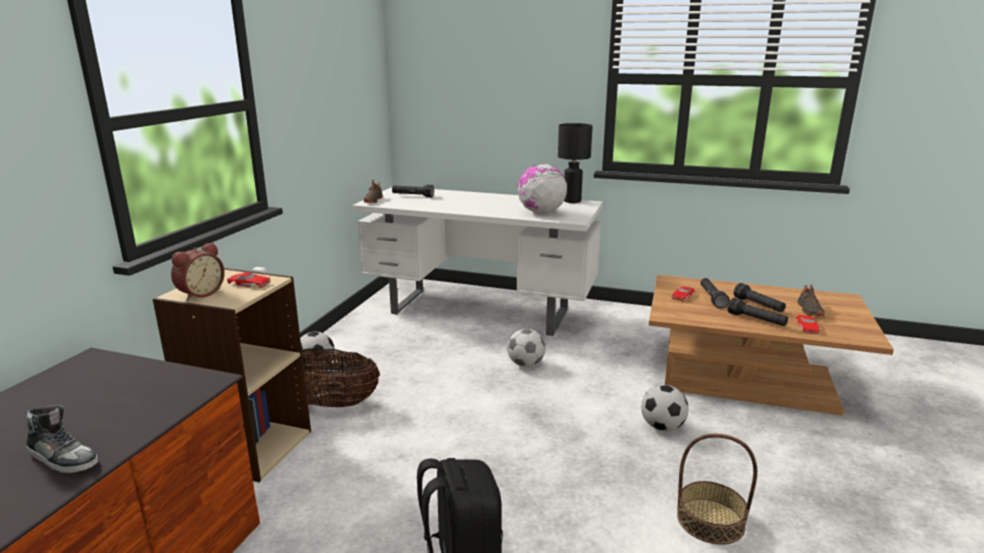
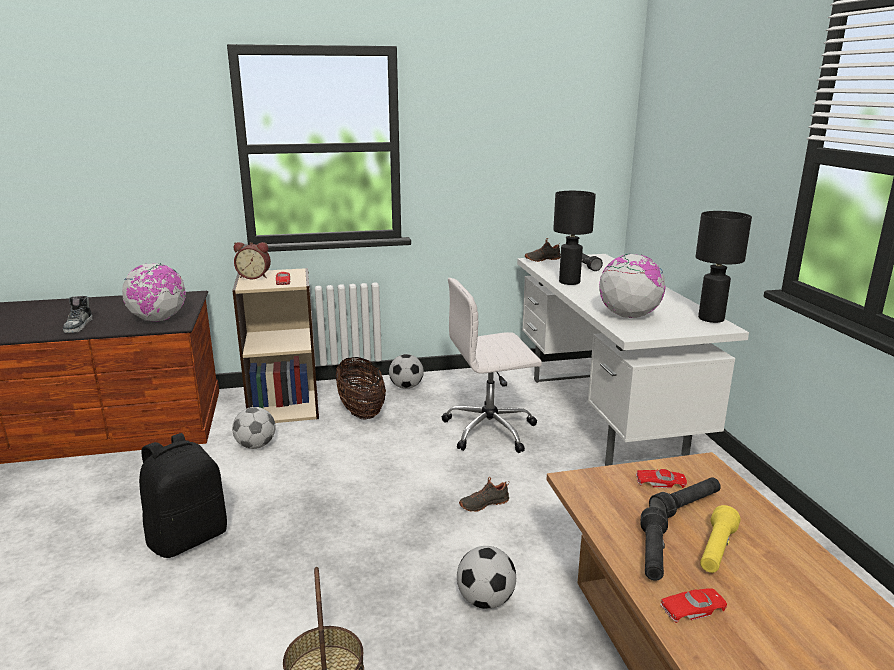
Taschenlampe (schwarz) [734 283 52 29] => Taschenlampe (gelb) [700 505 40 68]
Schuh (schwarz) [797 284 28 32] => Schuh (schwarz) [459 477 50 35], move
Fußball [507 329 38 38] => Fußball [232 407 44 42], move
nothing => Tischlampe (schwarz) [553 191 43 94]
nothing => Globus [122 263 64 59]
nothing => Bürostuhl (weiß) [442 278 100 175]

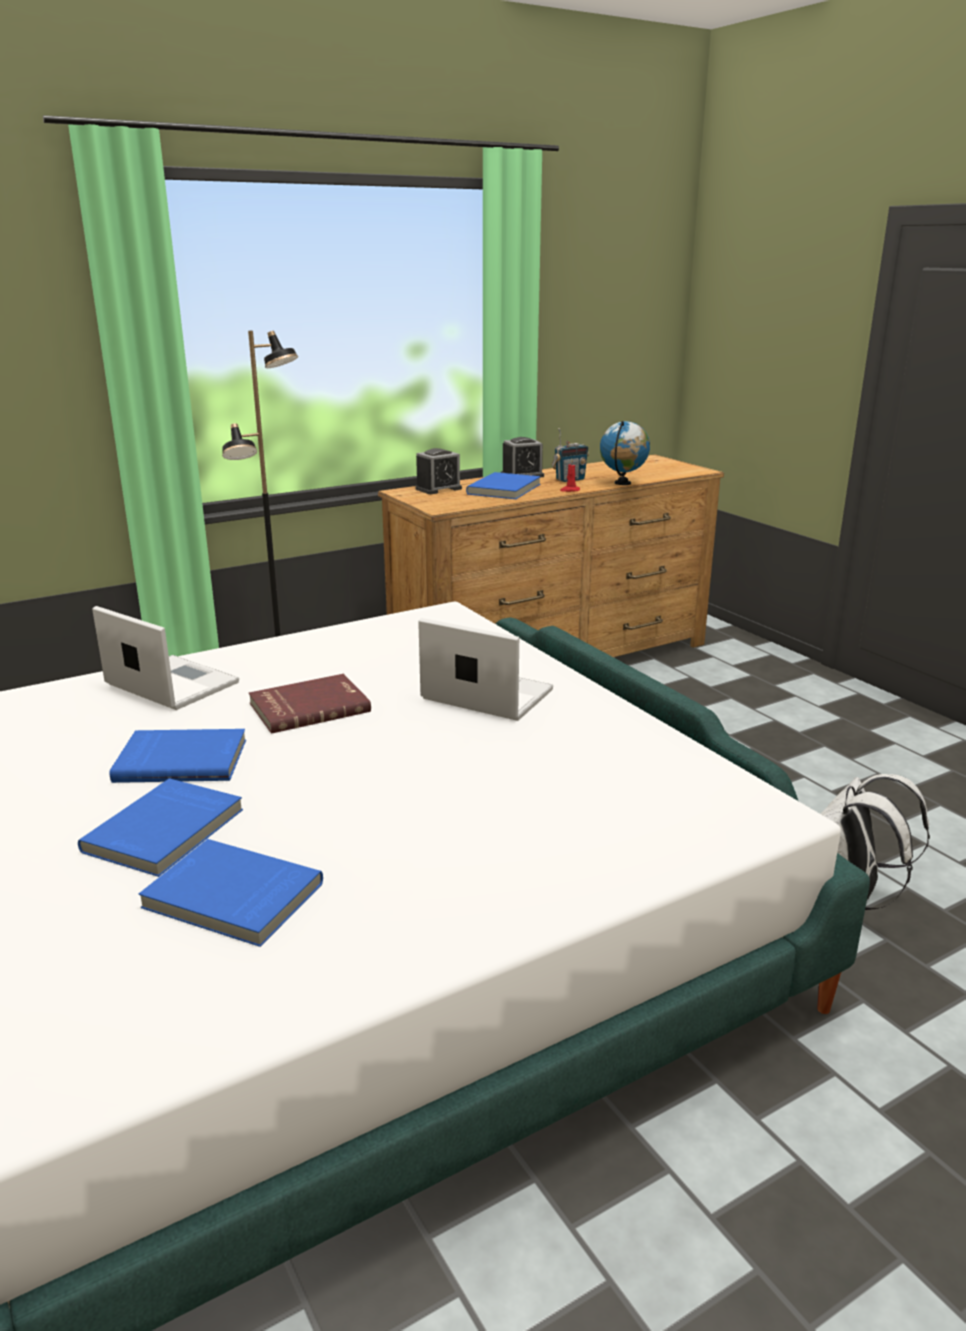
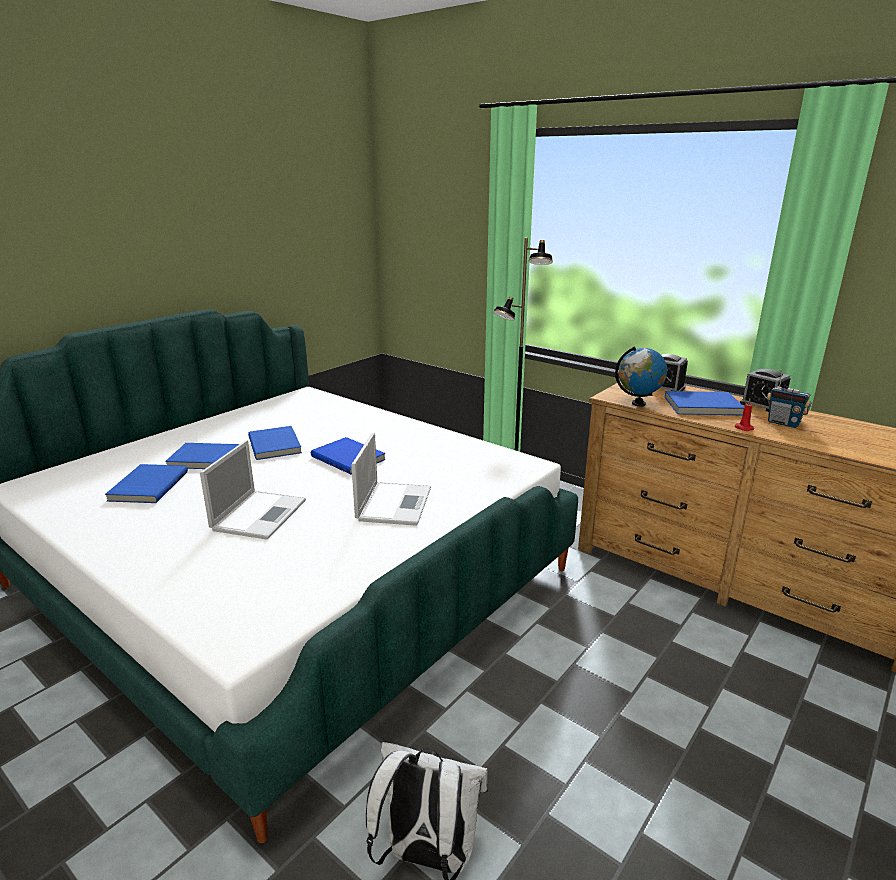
Globus [600 421 50 64] => Globus [615 346 52 61], move
Laptop [92 606 147 104] => Laptop [200 440 106 100], move
Buch (rot) [249 674 122 60] => Buch (blau) [311 437 75 38]

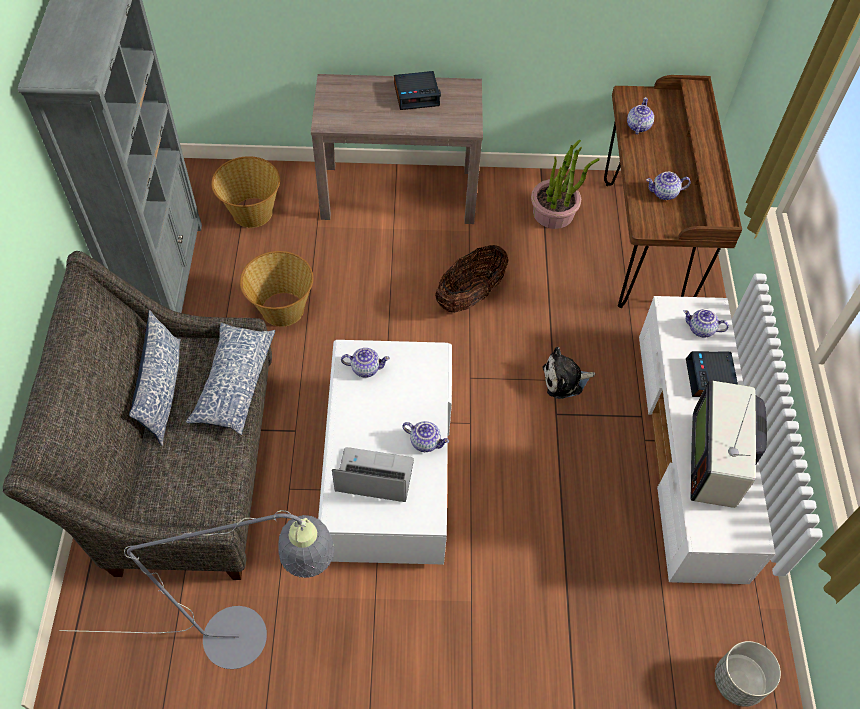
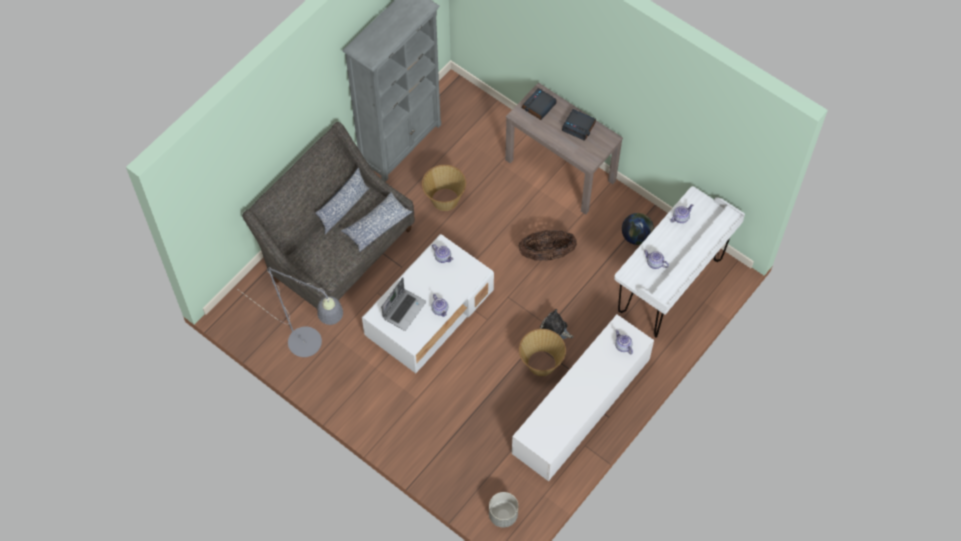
Schreibtisch (braun) [604 75 138 233] => Schreibtisch (weiß) [614 186 131 152]
Topfpflanze [531 140 69 89] => Globus [622 213 32 32]
Korb [211 156 69 72] => Korb [519 329 47 47], move
Wecker [686 351 52 46] => Wecker [522 88 35 32], move
Fernseher [691 381 76 127] => nothing
Laptop [332 447 82 55] => Laptop [381 277 45 54], 75 degrees clockwise

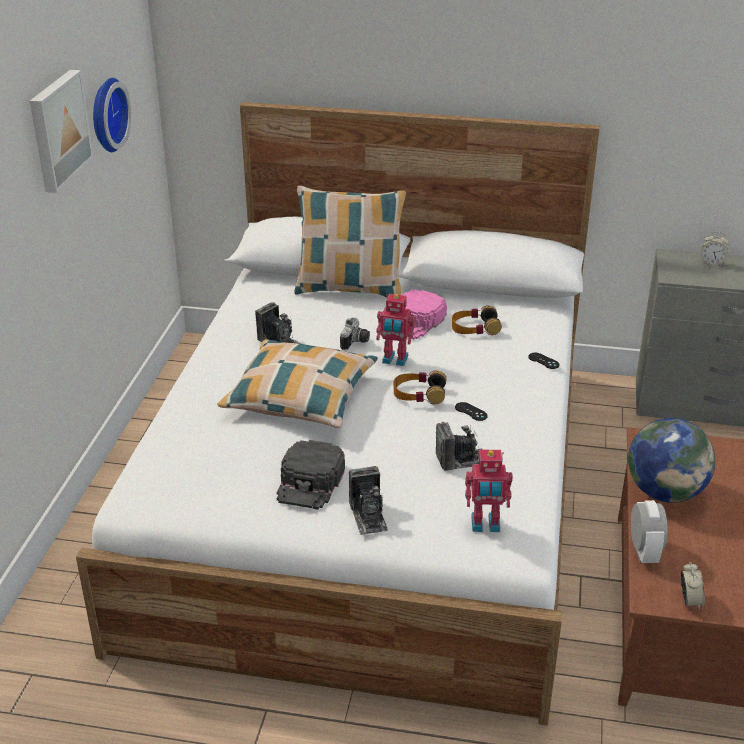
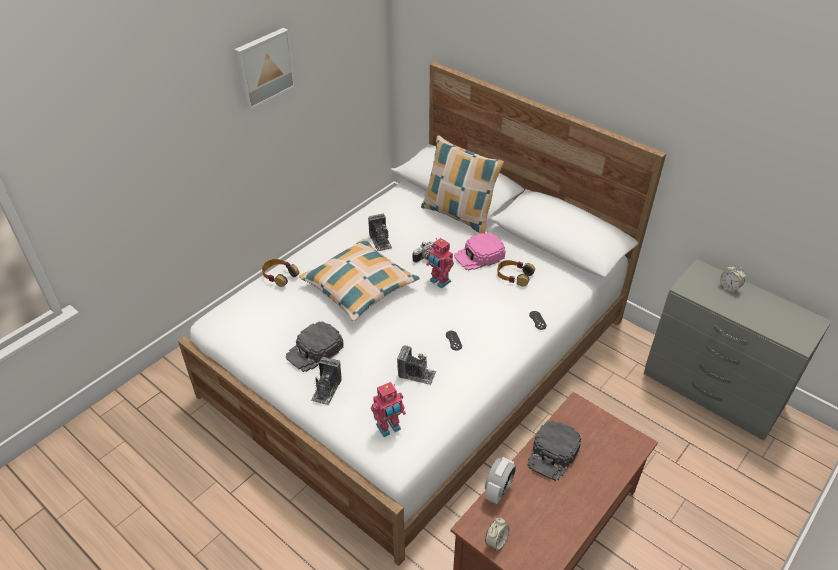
Wanduhr [93 78 38 74] => nothing
Kopfhörer [393 371 54 33] => Kopfhörer [262 259 37 28], move
Globus [628 418 87 85] => Kappe (schwarz) [527 421 54 60]
Spielzeugroboter [465 449 48 83] => Spielzeugroboter [371 382 35 55], 60 degrees counterclockwise

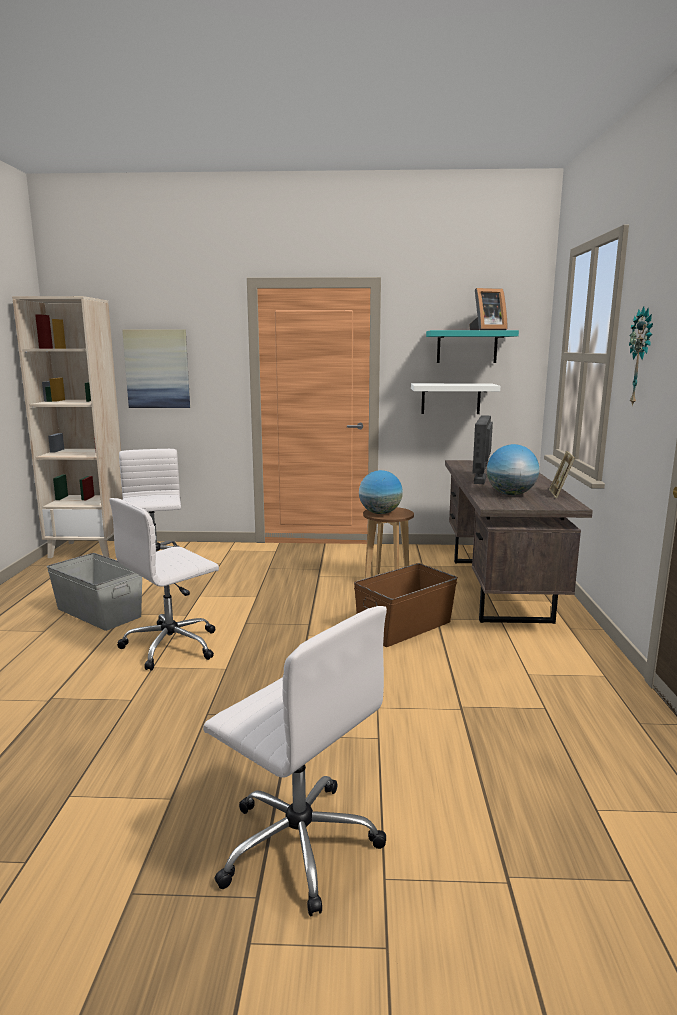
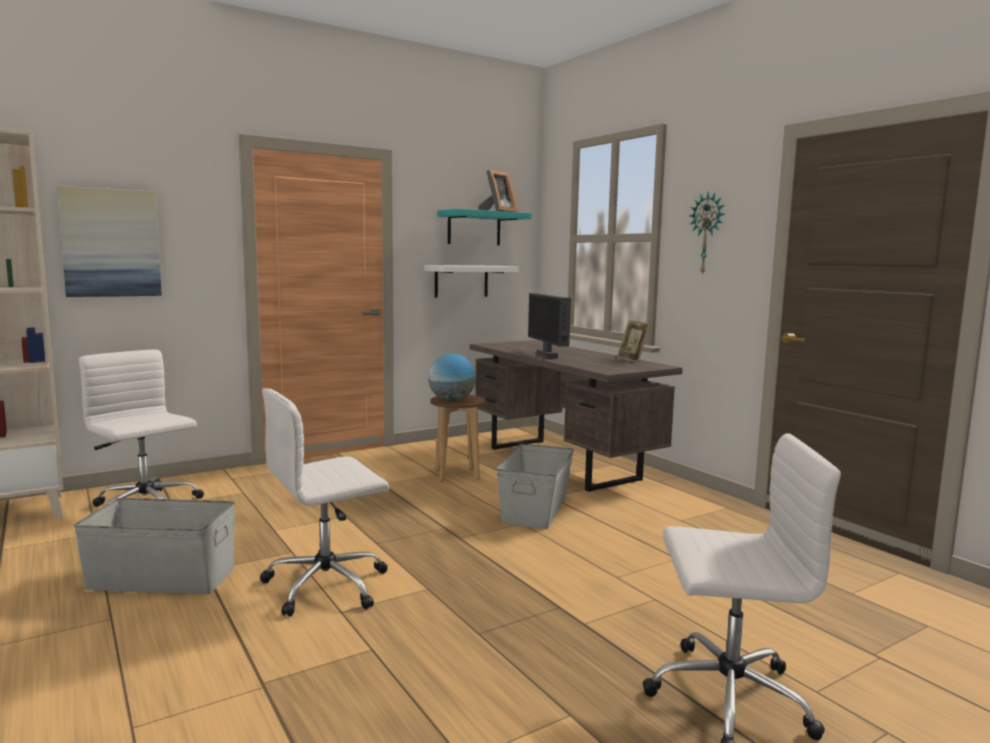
Globus [487 444 52 51] => nothing
Bürostuhl (weiß) [109 498 110 173] => Bürostuhl (weiß) [260 388 129 229], 45 degrees clockwise
Aufbewahrungsbox (braun) [354 563 104 84] => Aufbewahrungsbox (grau) [496 444 78 85]

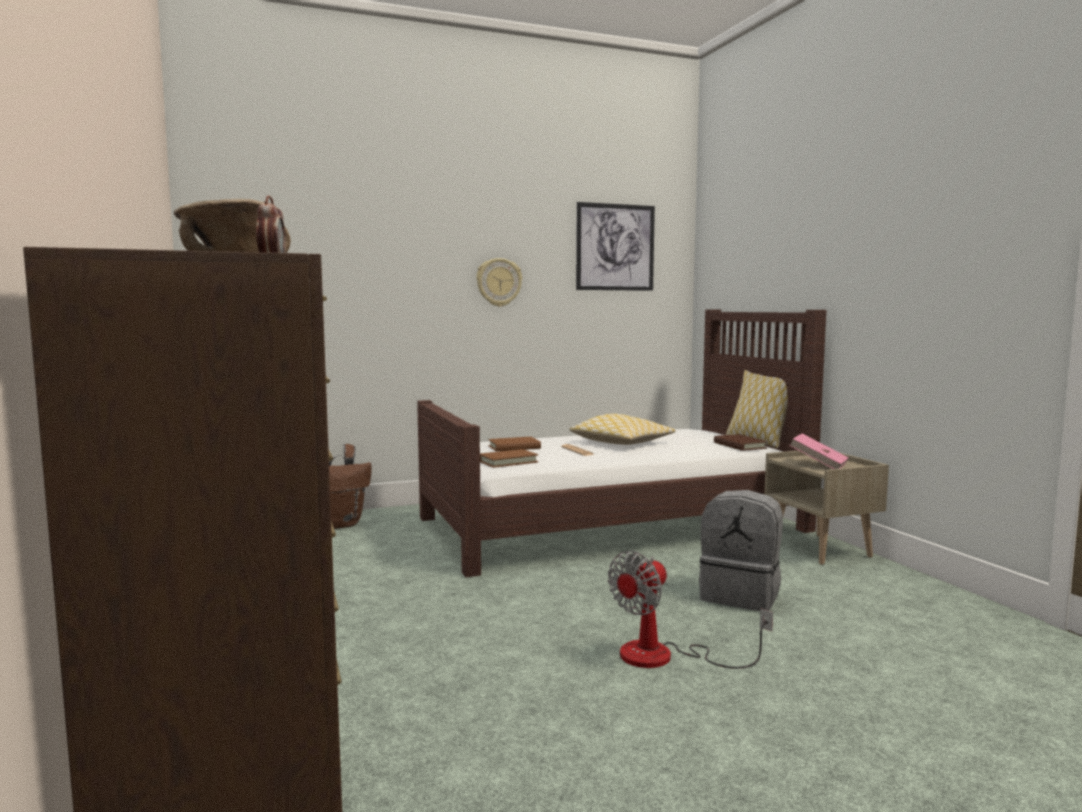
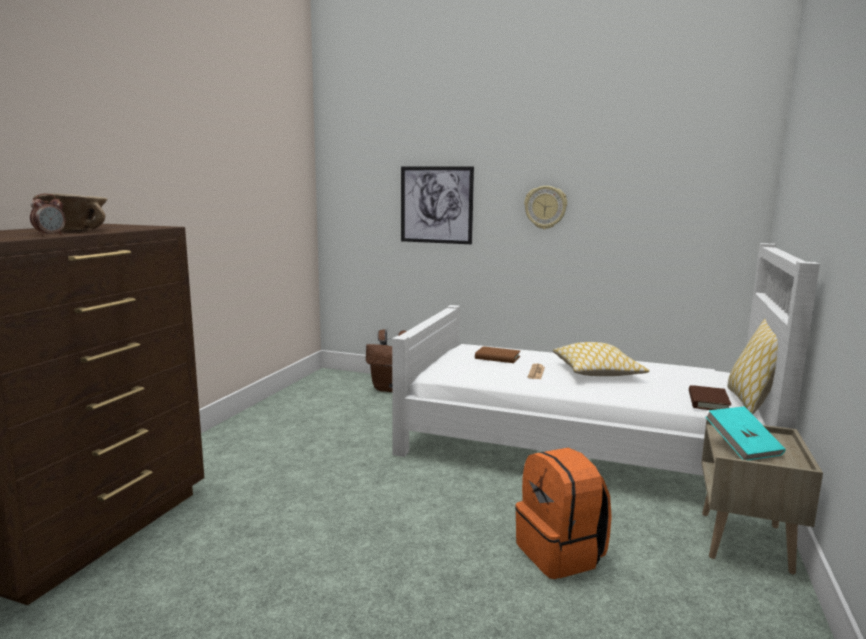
Bild [576 202 79 89] => Bild [401 166 73 78], move
Bett (braun) [417 309 409 268] => Bett (weiß) [392 243 428 233]
Buch (rosa) [789 434 60 35] => Buch (türkis) [706 406 80 54]
Buch (braun) [480 449 58 19] => nothing
Rucksack (grau) [699 490 84 121] => Rucksack (orange) [515 448 97 131]
Ventilator [608 551 165 118] => nothing

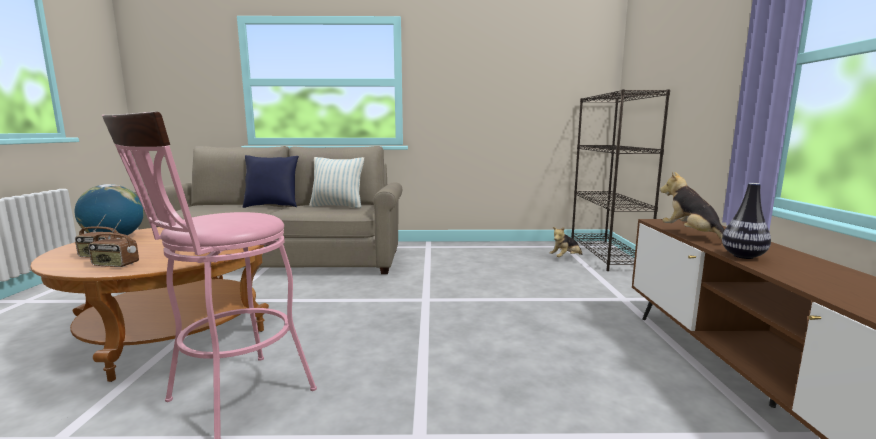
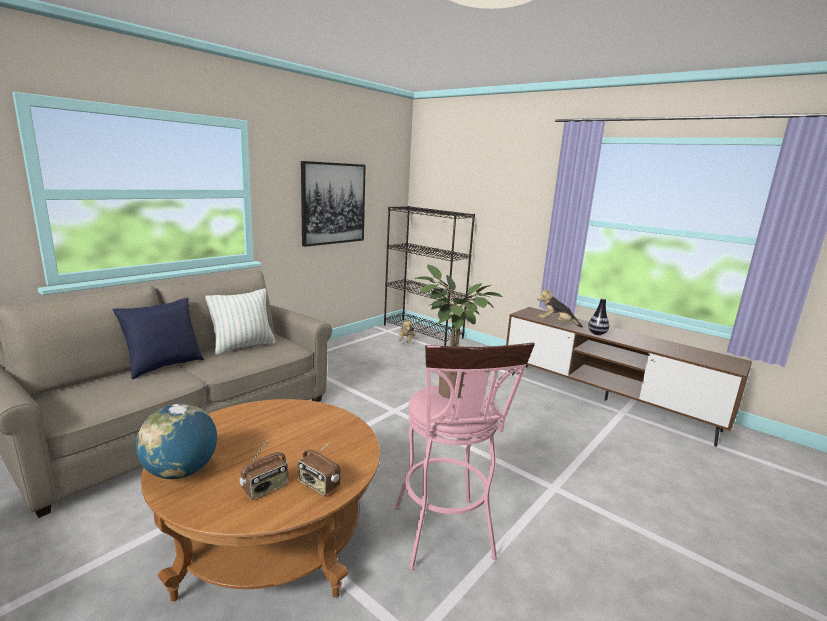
Radio [88 220 51 47] => Radio [298 443 42 53], 75 degrees clockwise
nothing => Bild [301 161 65 86]
nothing => Topfpflanze [414 265 89 134]

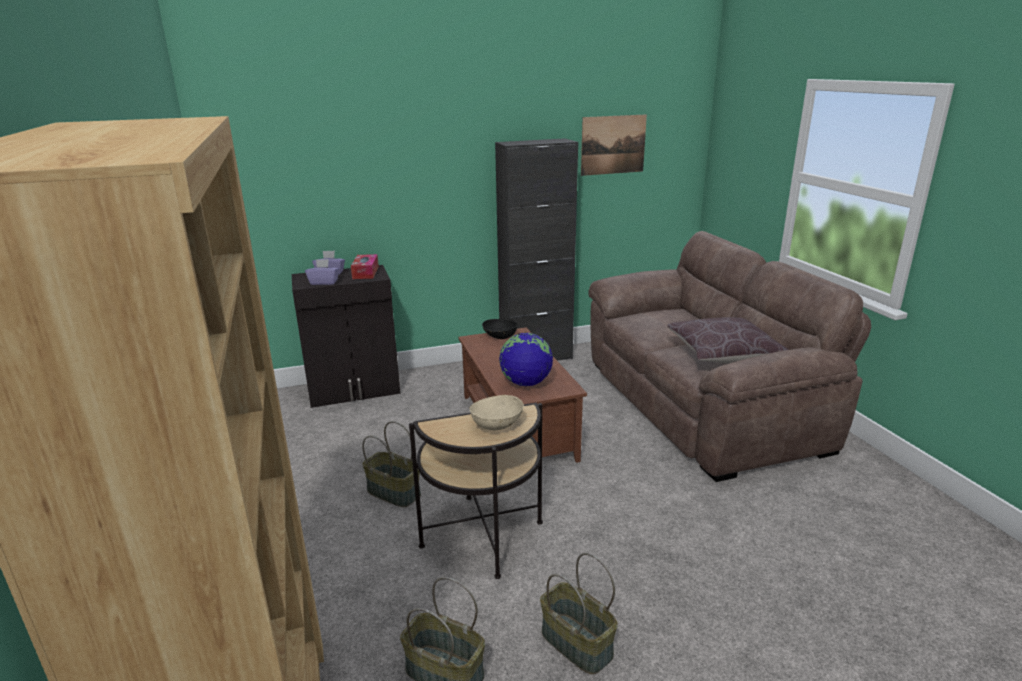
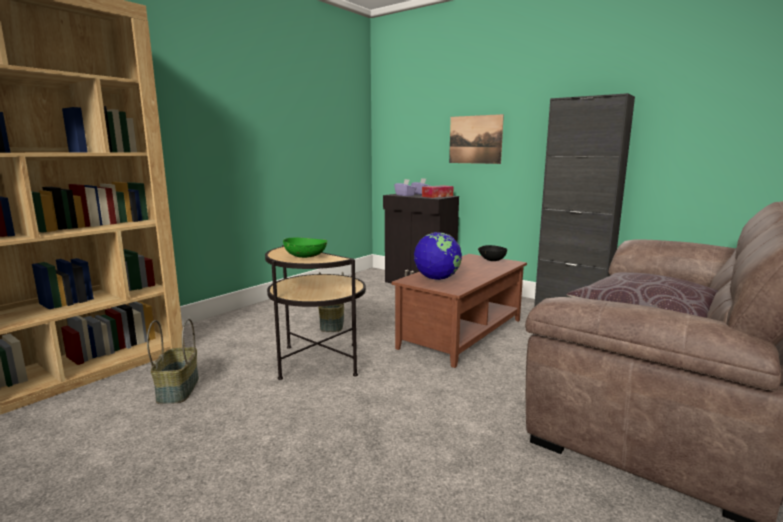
Bild [581 114 66 62] => Bild [449 114 55 50], move
Schüssel (beige) [470 395 54 35] => Schüssel (grün) [283 238 44 20]
Korb [540 553 78 121] => nothing

